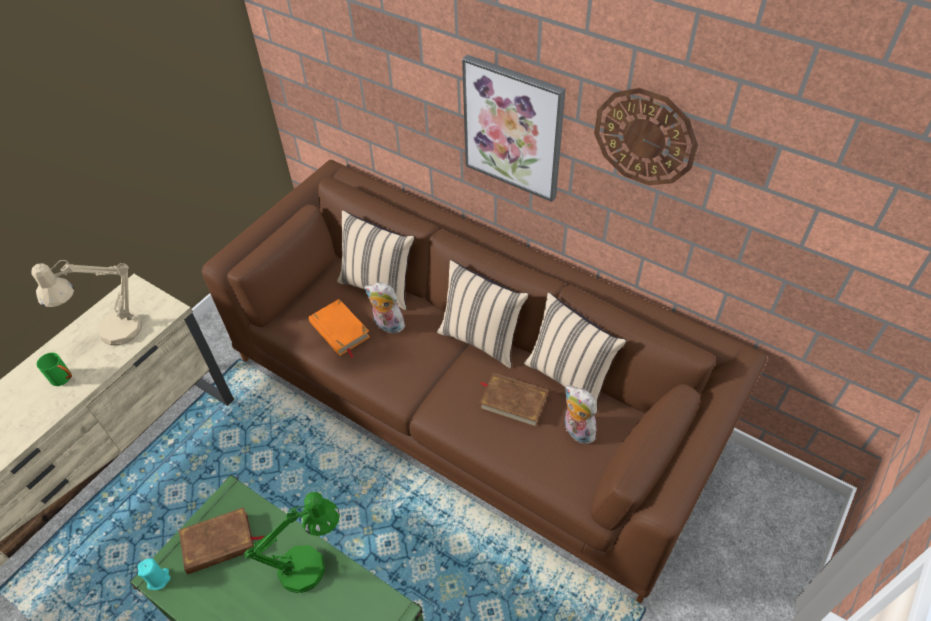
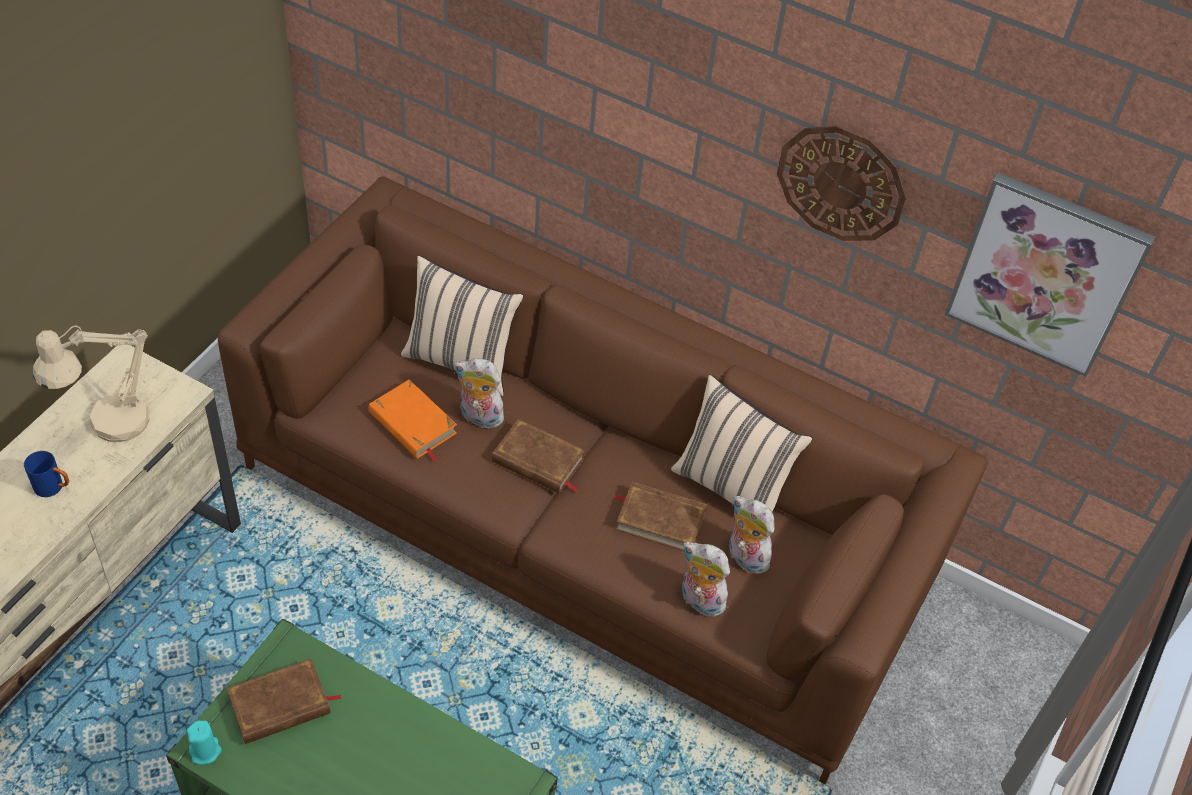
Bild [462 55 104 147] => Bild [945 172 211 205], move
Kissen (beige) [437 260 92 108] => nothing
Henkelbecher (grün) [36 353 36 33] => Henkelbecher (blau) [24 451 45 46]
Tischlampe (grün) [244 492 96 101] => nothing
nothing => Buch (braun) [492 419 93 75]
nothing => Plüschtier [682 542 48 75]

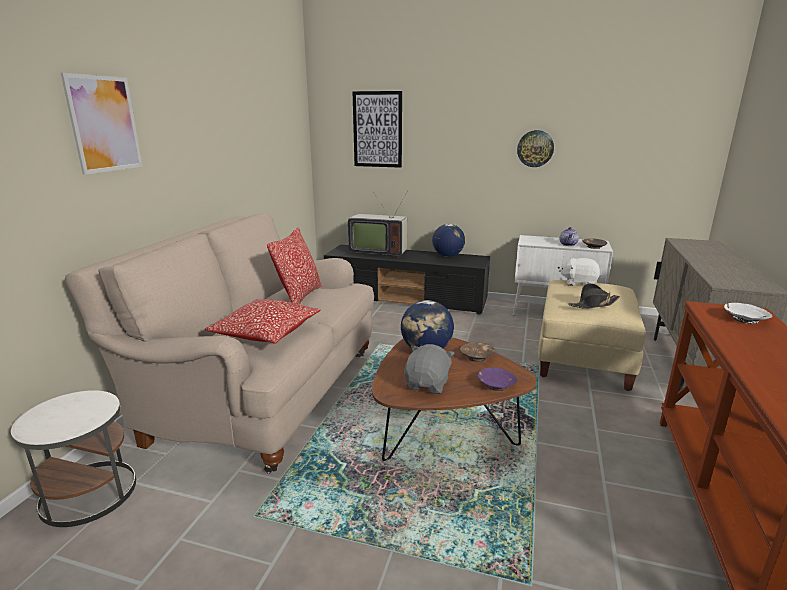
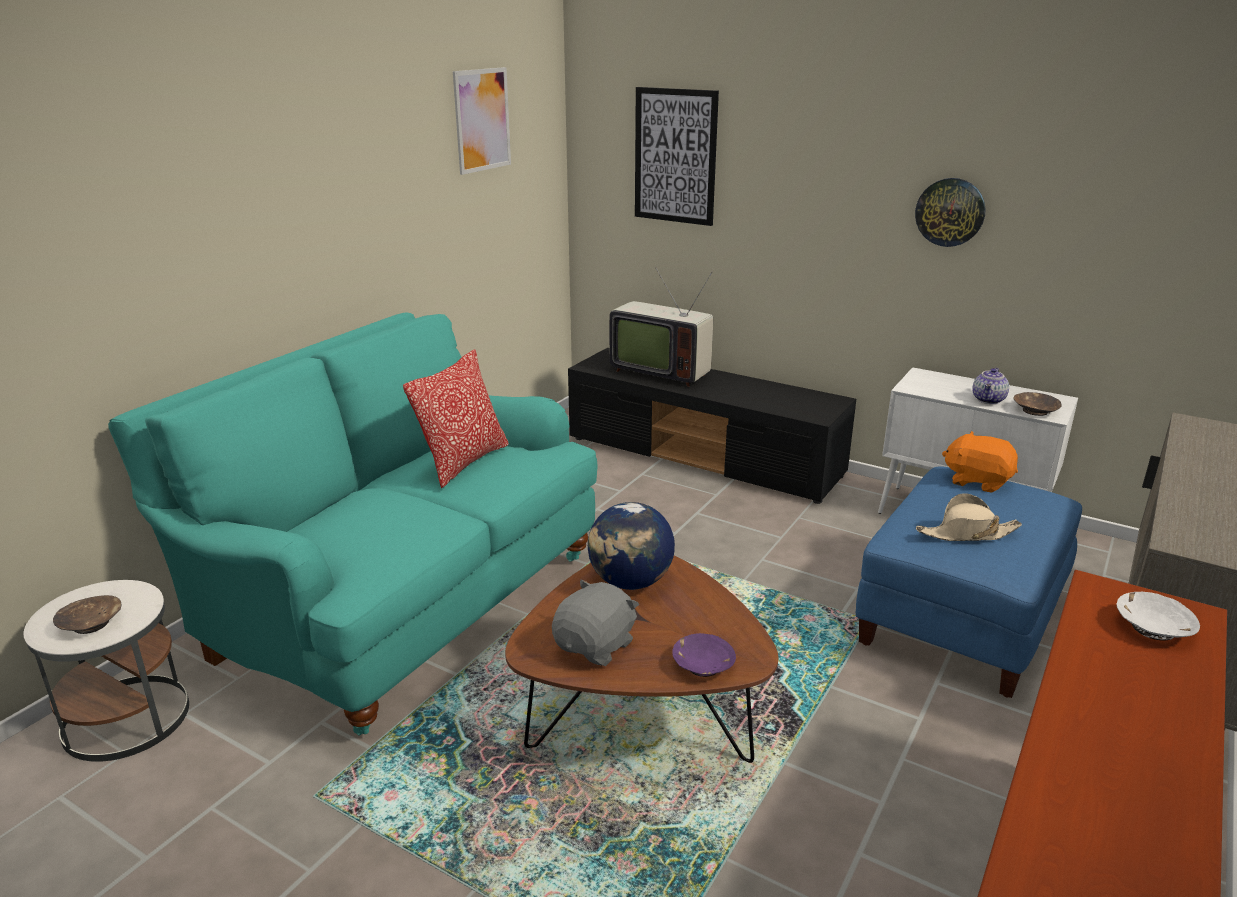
Bild [61 73 82 102] => Bild [453 67 58 108], move
Sofa (beige) [65 213 309 261] => Sofa (türkis) [108 313 490 423]
Globus [432 224 33 33] => nothing
Plüschtier (weiß) [559 258 41 28] => Plüschtier (orange) [942 431 76 62]
Polsterhocker (beige) [538 280 108 111] => Polsterhocker (blau) [856 466 226 232]
Hut (schwarz) [568 283 52 26] => Hut (beige) [916 493 106 48]
Kissen [205 299 116 45] => nothing
Schüssel (braun) [460 342 35 20] => Schüssel (braun) [53 595 68 39], move

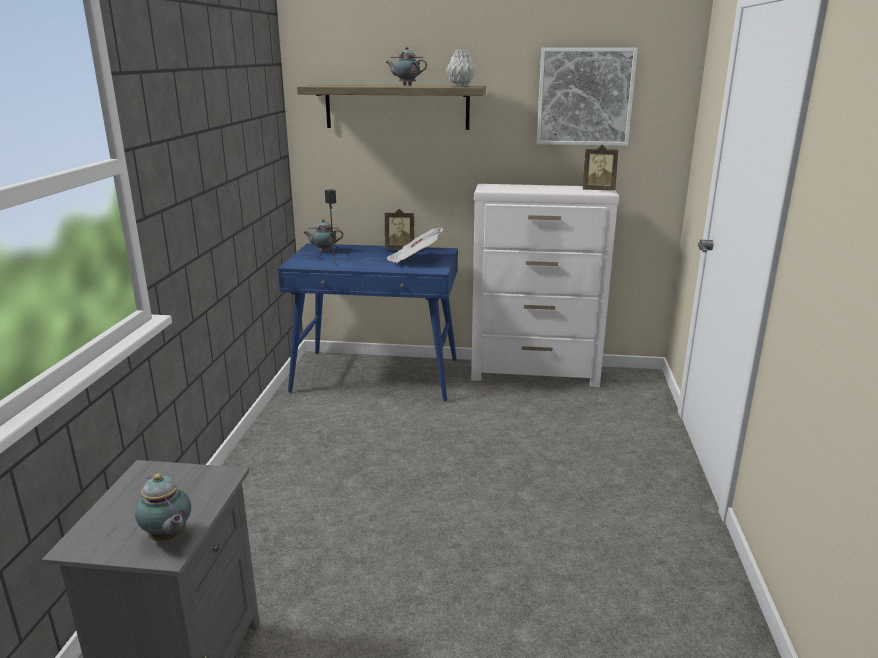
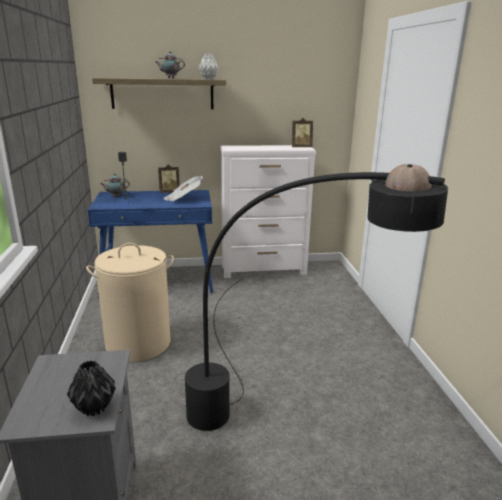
Bild [537 48 101 98] => nothing
Teekanne [135 474 56 67] => Vase (schwarz) [67 360 49 56]
nothing => Stehlampe (schwarz) [185 164 263 267]
nothing => Wäschekorb (beige) [86 243 88 119]

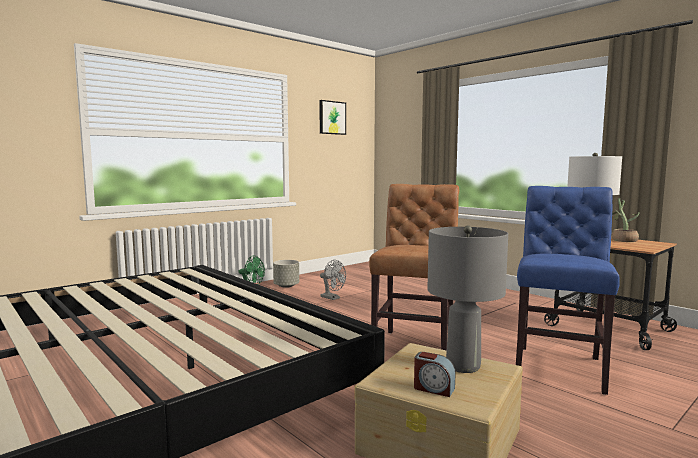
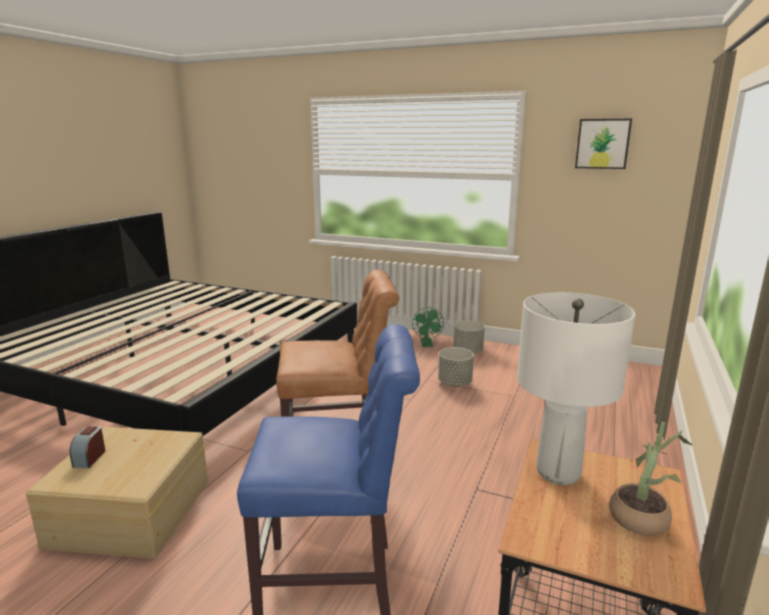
Tischlampe (grau) [427 226 81 147] => nothing
Ventilator (grau) [320 260 26 40] => Pflanzkübel (grau) [438 347 36 40]

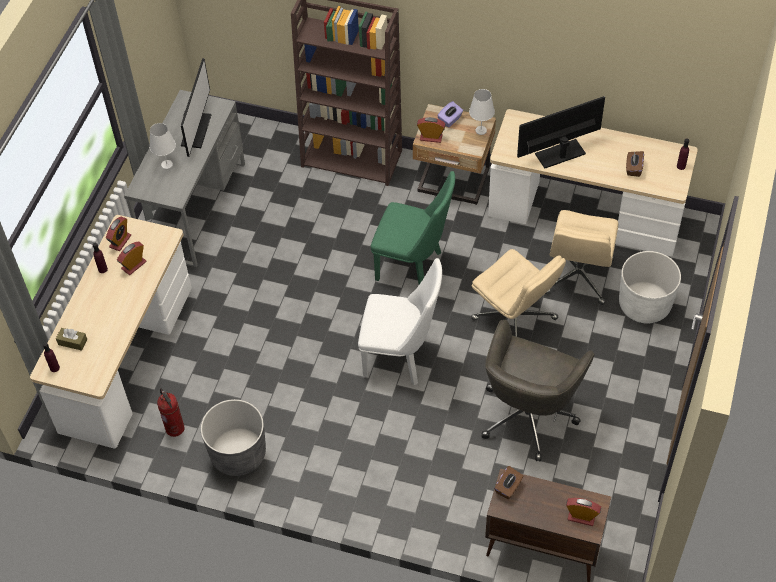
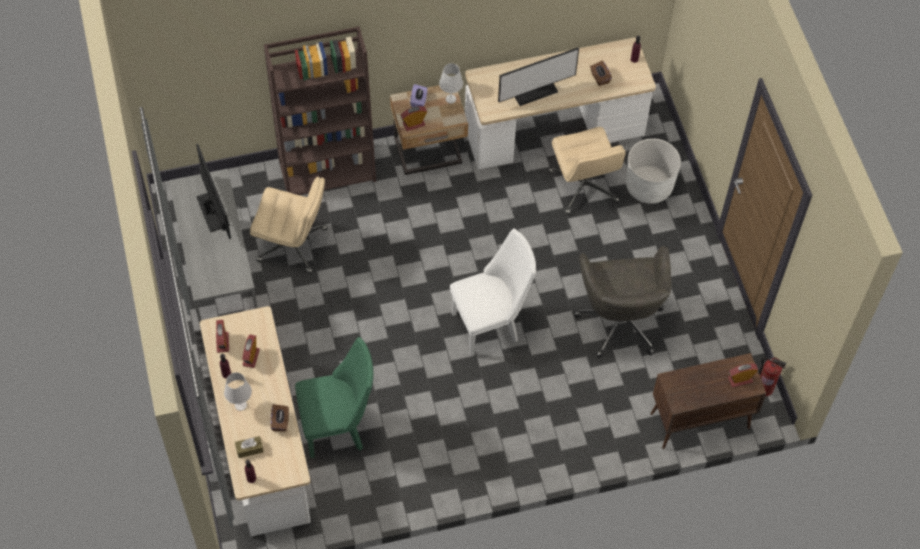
Monitor [517 96 88 73] => Monitor [498 47 81 59], 150 degrees counterclockwise
Tischlampe (weiß) [149 123 27 46] => Tischlampe (weiß) [224 372 28 39], move
Stuhl (grün) [371 171 84 113] => Stuhl (grün) [295 337 78 121], move
Bürostuhl (beige) [471 249 95 88] => Bürostuhl (beige) [250 177 78 97], move
Feuerlöscher [157 388 27 49] => Feuerlöscher [759 357 28 39], move
Pflanzkübel (grau) [201 399 65 77] => nothing
Taschentuchbox (braun) [494 466 29 33] => Taschentuchbox (braun) [271 404 18 27], move

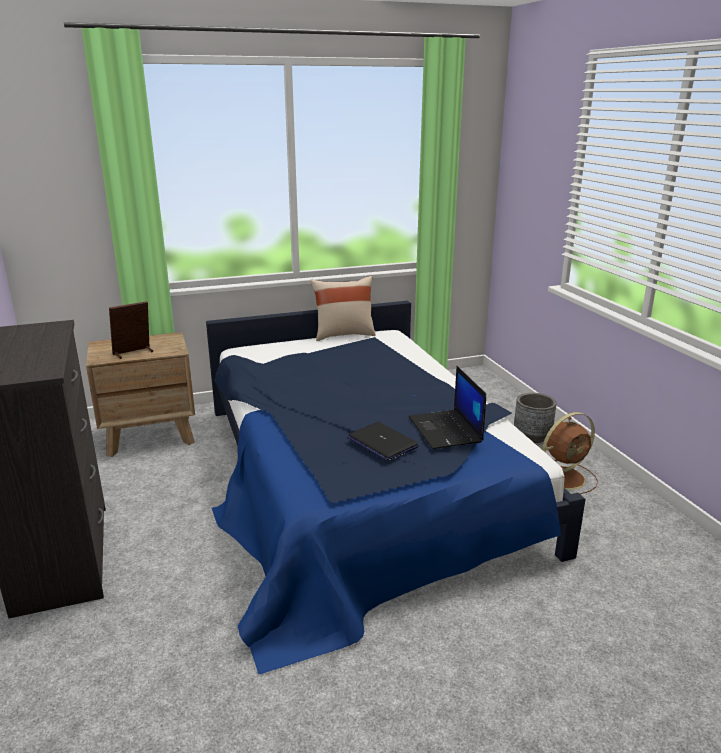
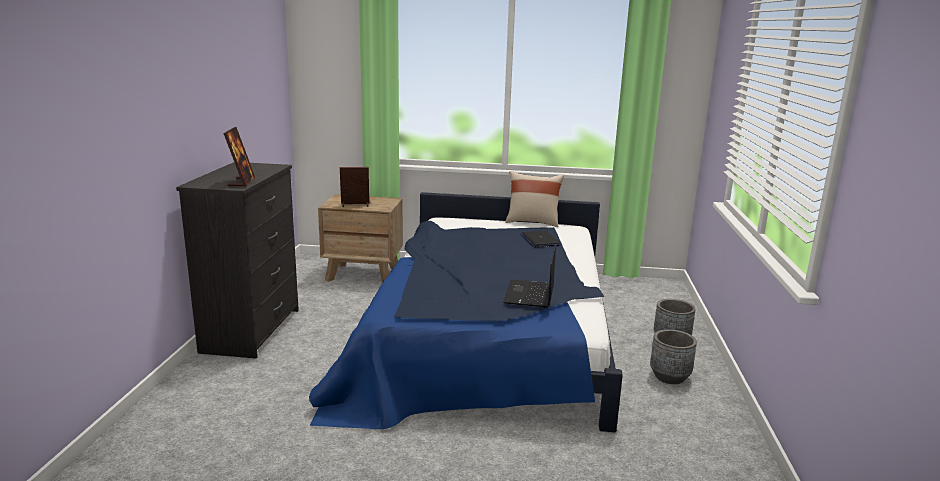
Ventilator (braun) [542 412 56 82] => Pflanzkübel (grau) [650 329 47 55]
Laptop [347 422 72 39] => Laptop [520 231 41 16], move
nothing => Bilderrahmen [223 127 32 60]

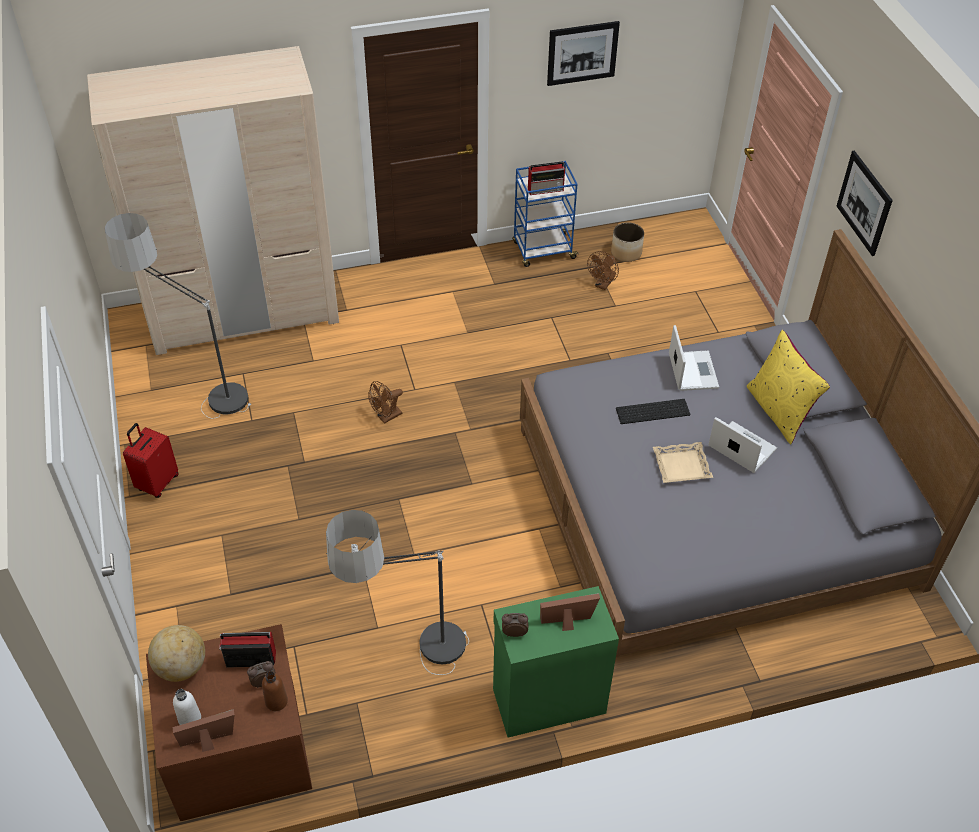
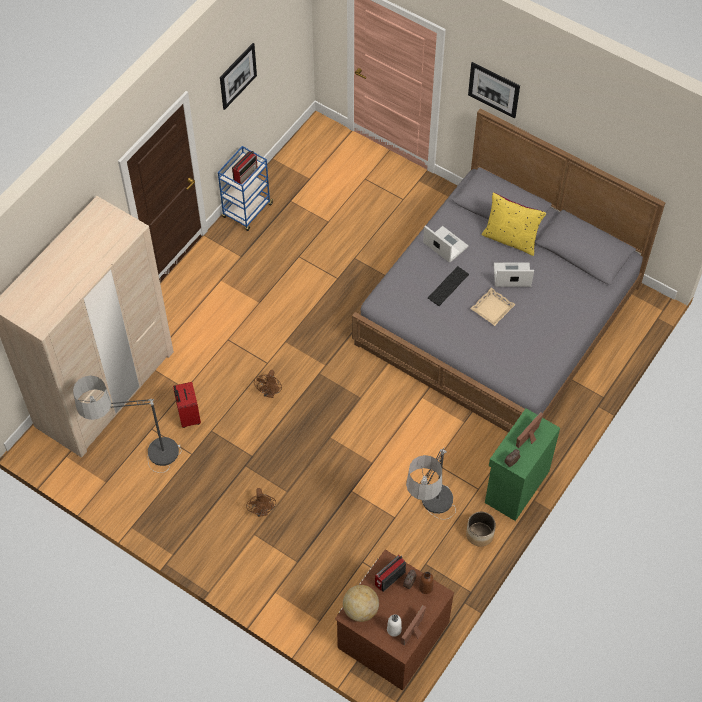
Pflanzkübel [611 222 33 40] => Pflanzkübel [466 512 30 35], move
Ventilator (braun) [587 251 32 39] => Ventilator (braun) [246 488 30 29], move
Koffer (rot) [123 423 56 75] => Koffer (rot) [173 382 28 46], move

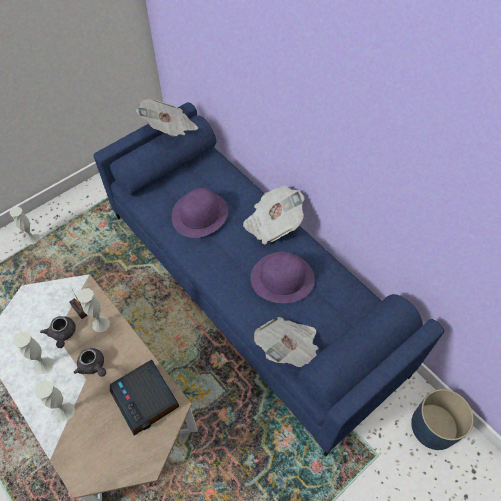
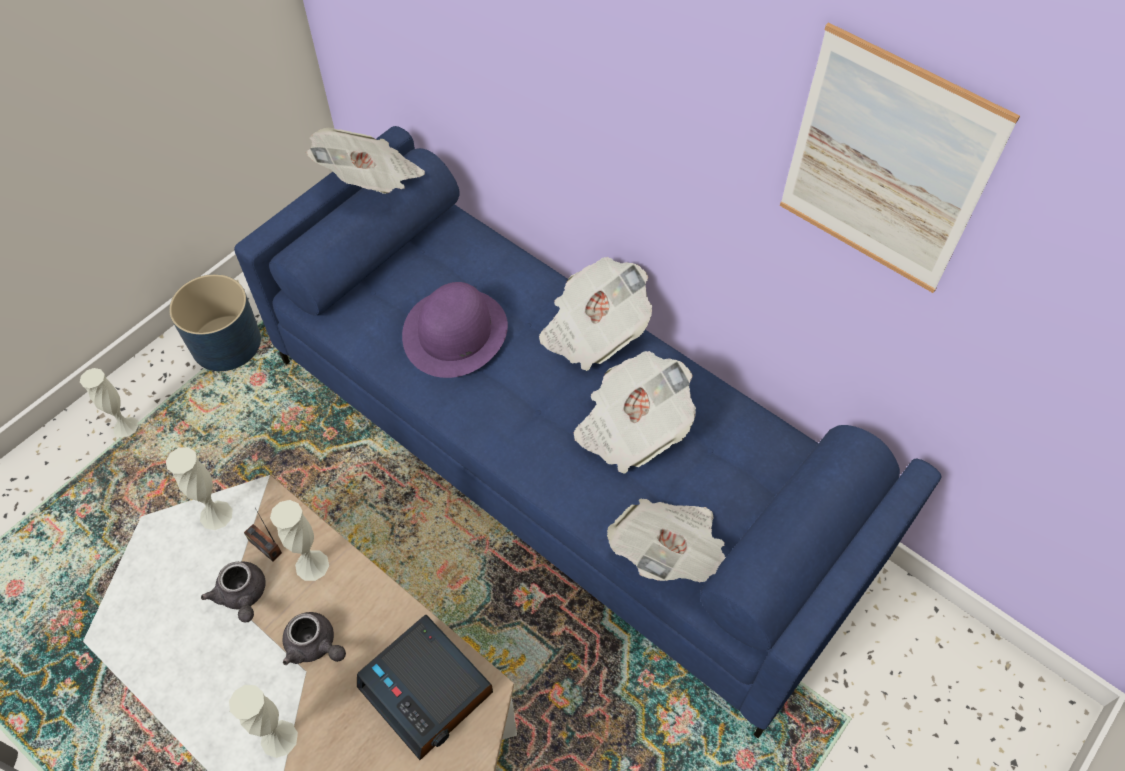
Hut (lila) [251 252 64 51] => Zeitung [574 351 122 123]
Vase (weiß) [13 331 41 43] => Vase (weiß) [166 447 67 83], move
Pflanzkübel (blau) [411 389 63 61] => Pflanzkübel (blau) [169 274 92 97], move
nothing => Bild [780 22 240 271]

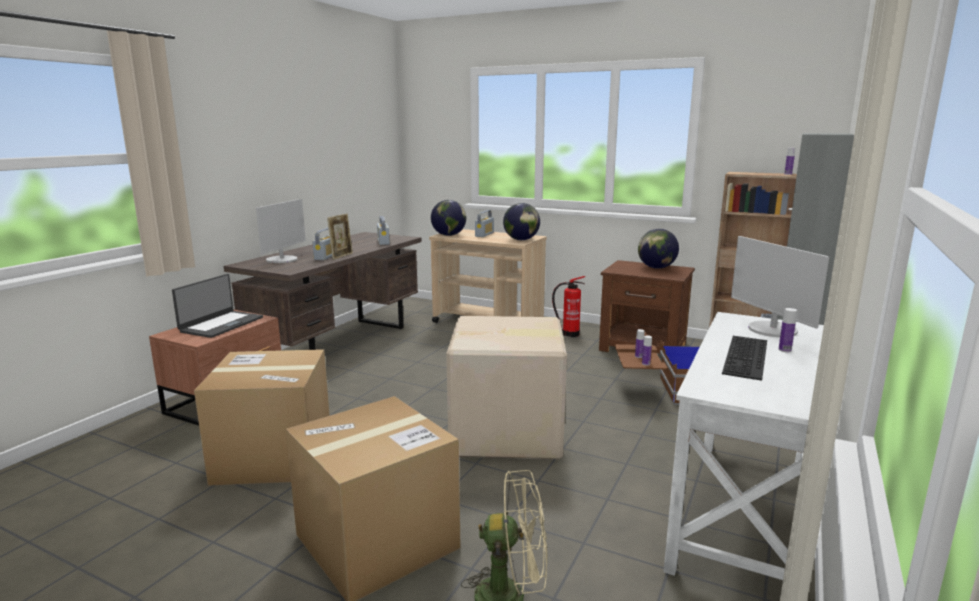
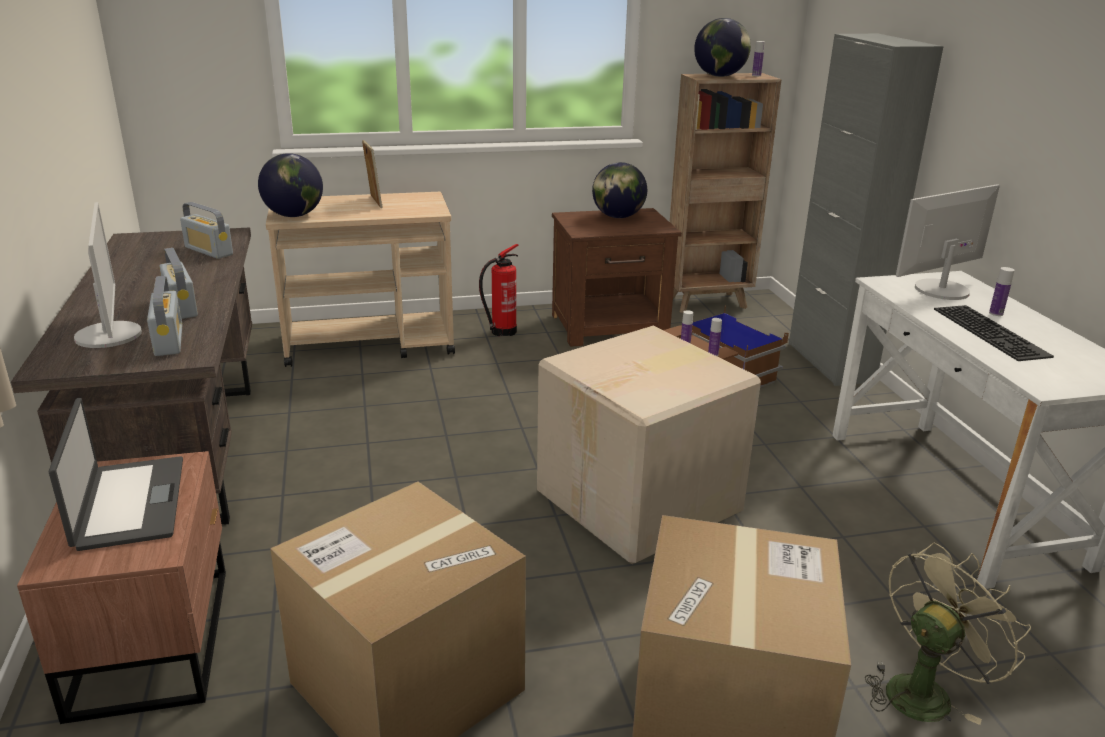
Globus [503 203 37 37] => Globus [694 18 57 59], move
Radio [475 210 19 27] => Radio [147 276 35 80], move
Bilderrahmen [327 214 26 46] => Bilderrahmen [362 140 21 68], move
Monitor [731 236 98 101] => Monitor [896 184 104 116], 120 degrees clockwise

